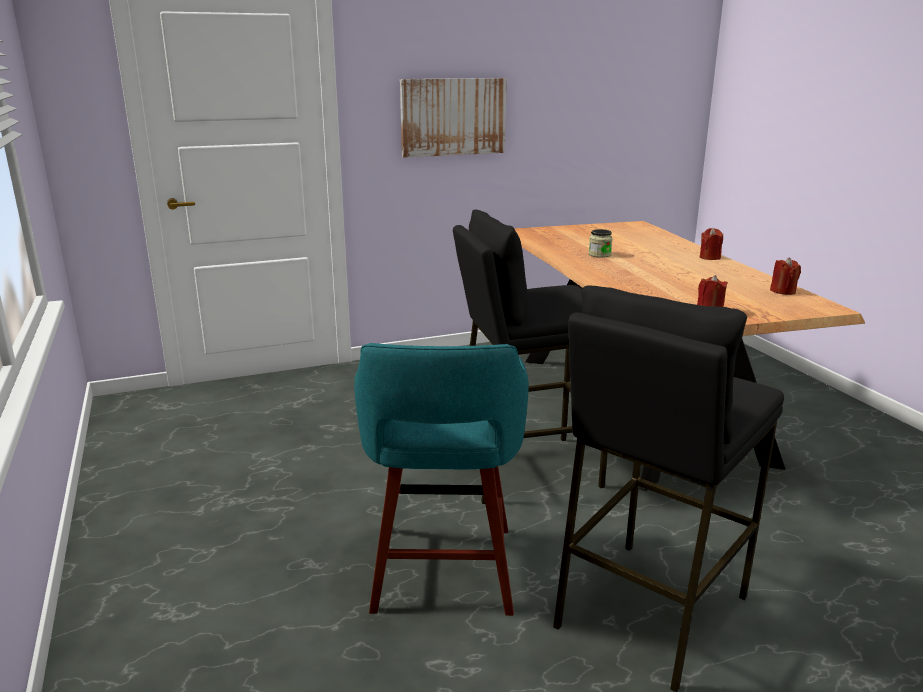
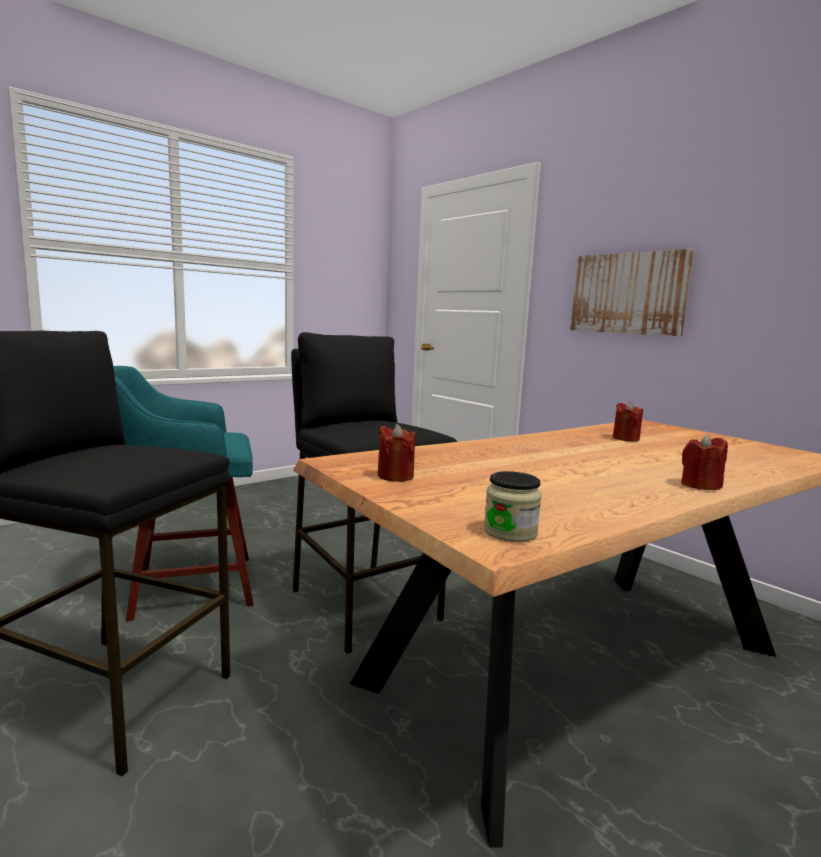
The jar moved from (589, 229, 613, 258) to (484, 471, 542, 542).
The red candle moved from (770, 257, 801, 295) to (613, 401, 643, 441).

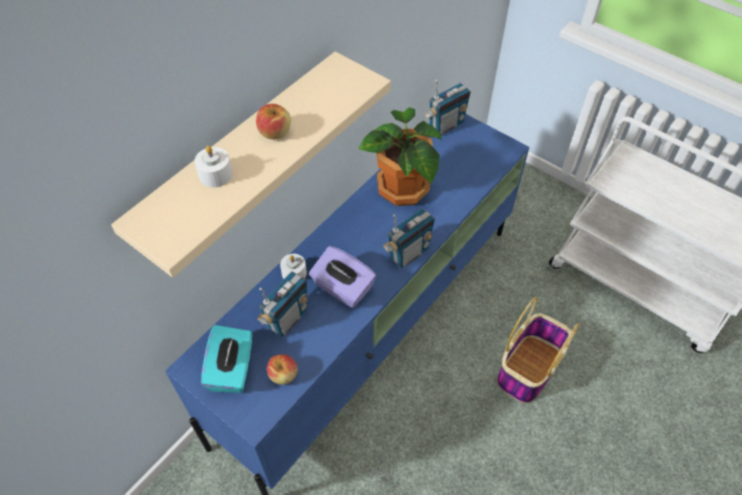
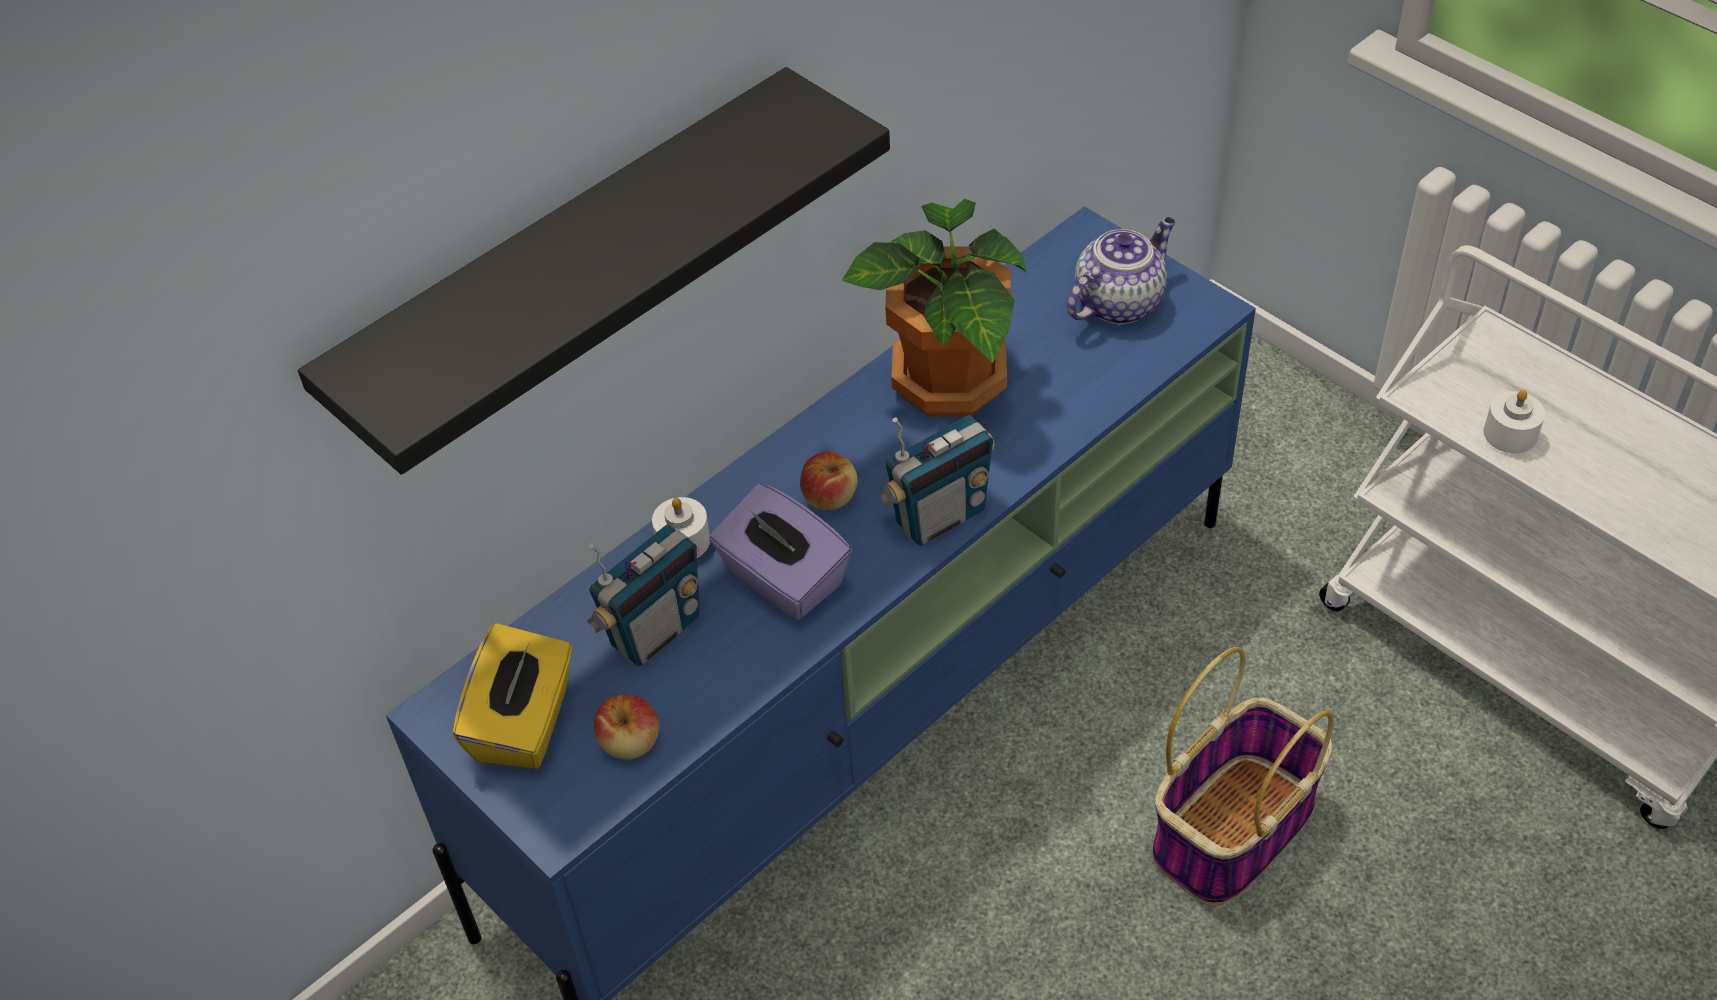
The radio at (424, 80, 471, 135) disappeared.
The teapot at (1067, 217, 1176, 324) appeared.
The white candle moved from (194, 146, 233, 188) to (1484, 389, 1545, 454).
The apple moved from (256, 104, 291, 139) to (800, 452, 858, 510).
The beige shelf at (111, 52, 391, 278) became the black shelf at (298, 67, 890, 475).
The turquoise tissue box at (201, 325, 252, 393) became the yellow tissue box at (453, 623, 573, 769).

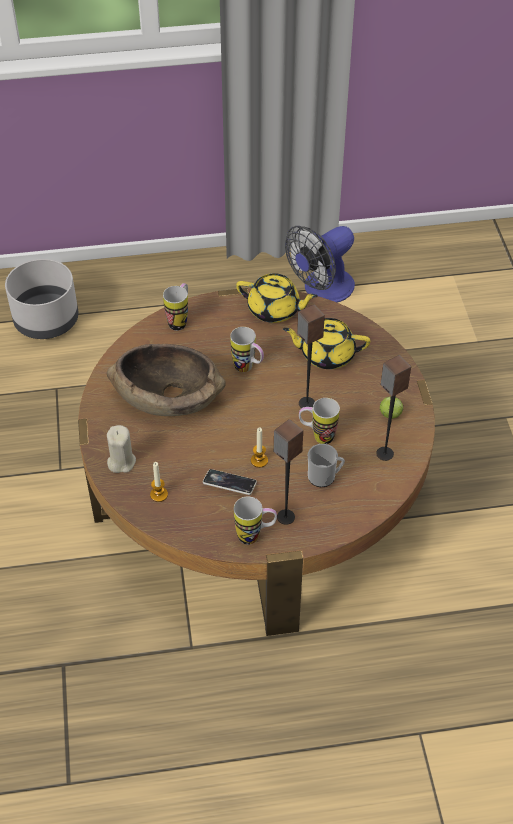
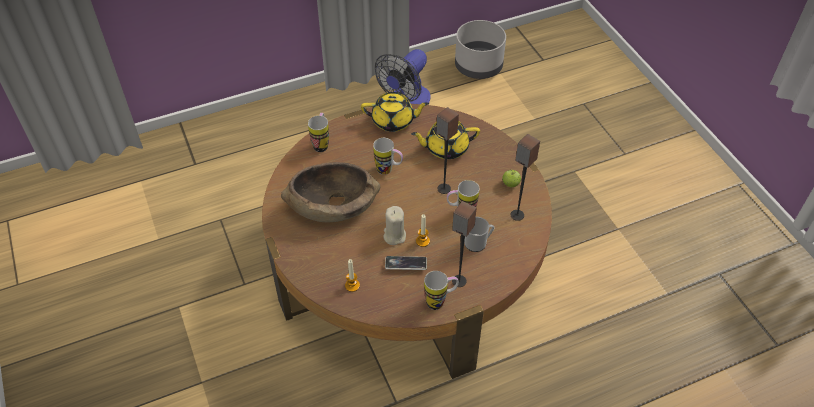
The grey planter moved from (5, 259, 78, 339) to (455, 20, 506, 79).
The beige candle moved from (107, 425, 136, 473) to (383, 206, 406, 245).

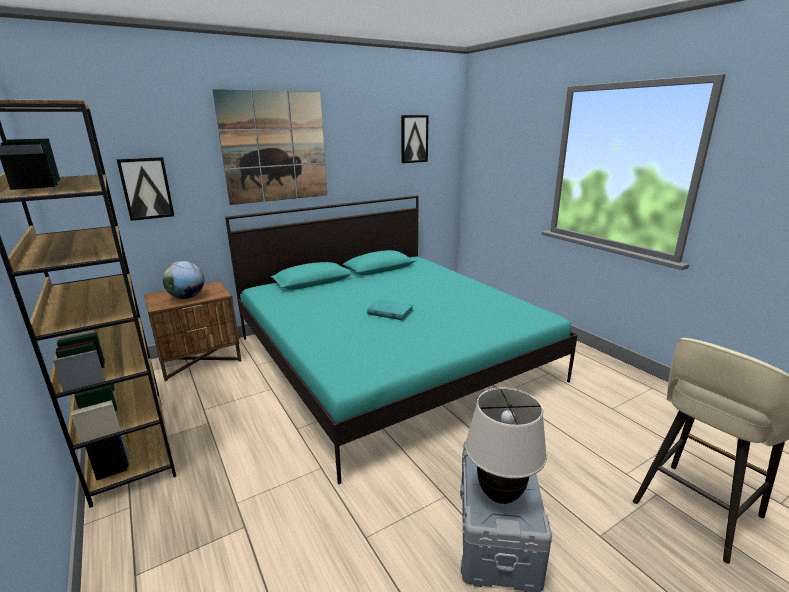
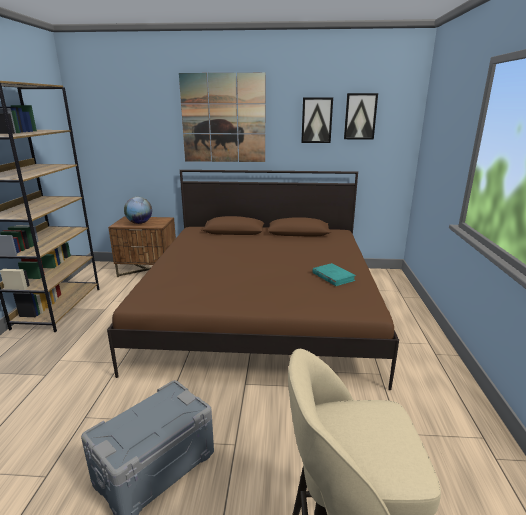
The beige table lamp at (465, 387, 547, 504) disappeared.
The picture moved from (116, 157, 174, 221) to (301, 97, 333, 143).
The turquoise book moved from (367, 299, 414, 321) to (312, 263, 356, 286).
The turquoise bed at (225, 195, 578, 484) became the brown bed at (107, 170, 399, 390).

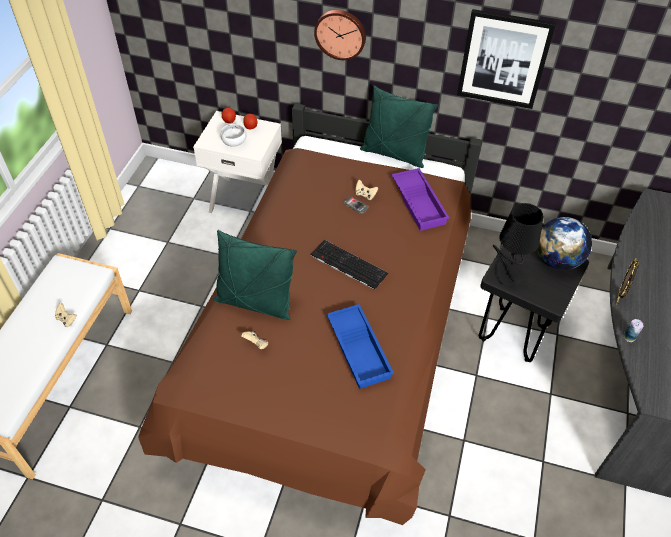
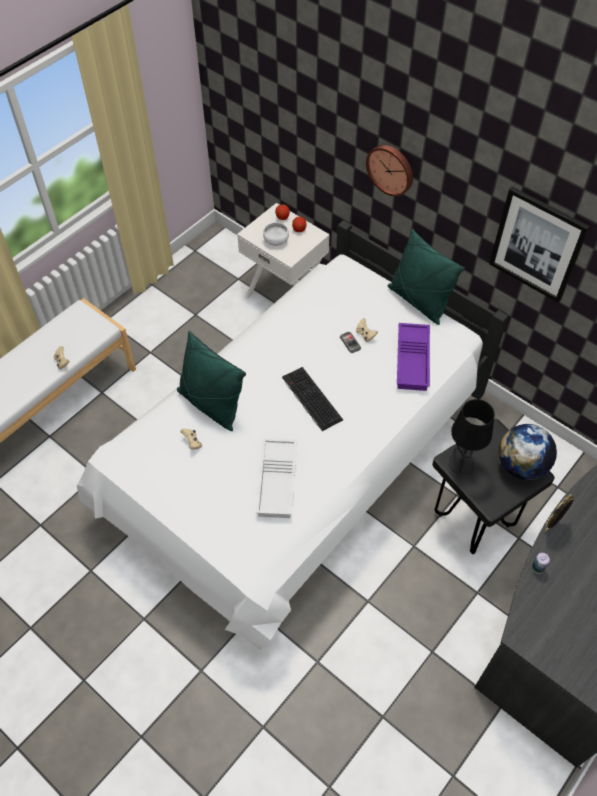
The brown bed at (138, 103, 482, 525) became the white bed at (77, 220, 509, 650).
The blue tray at (327, 304, 394, 389) became the white tray at (256, 438, 297, 518).

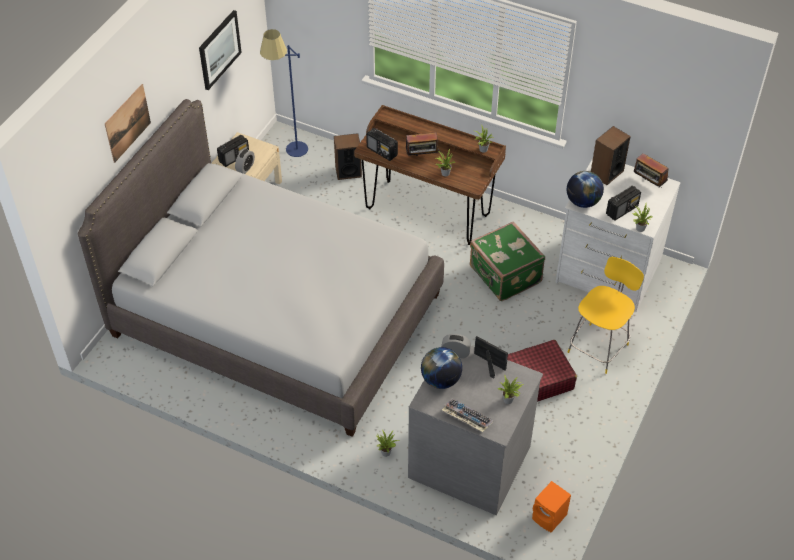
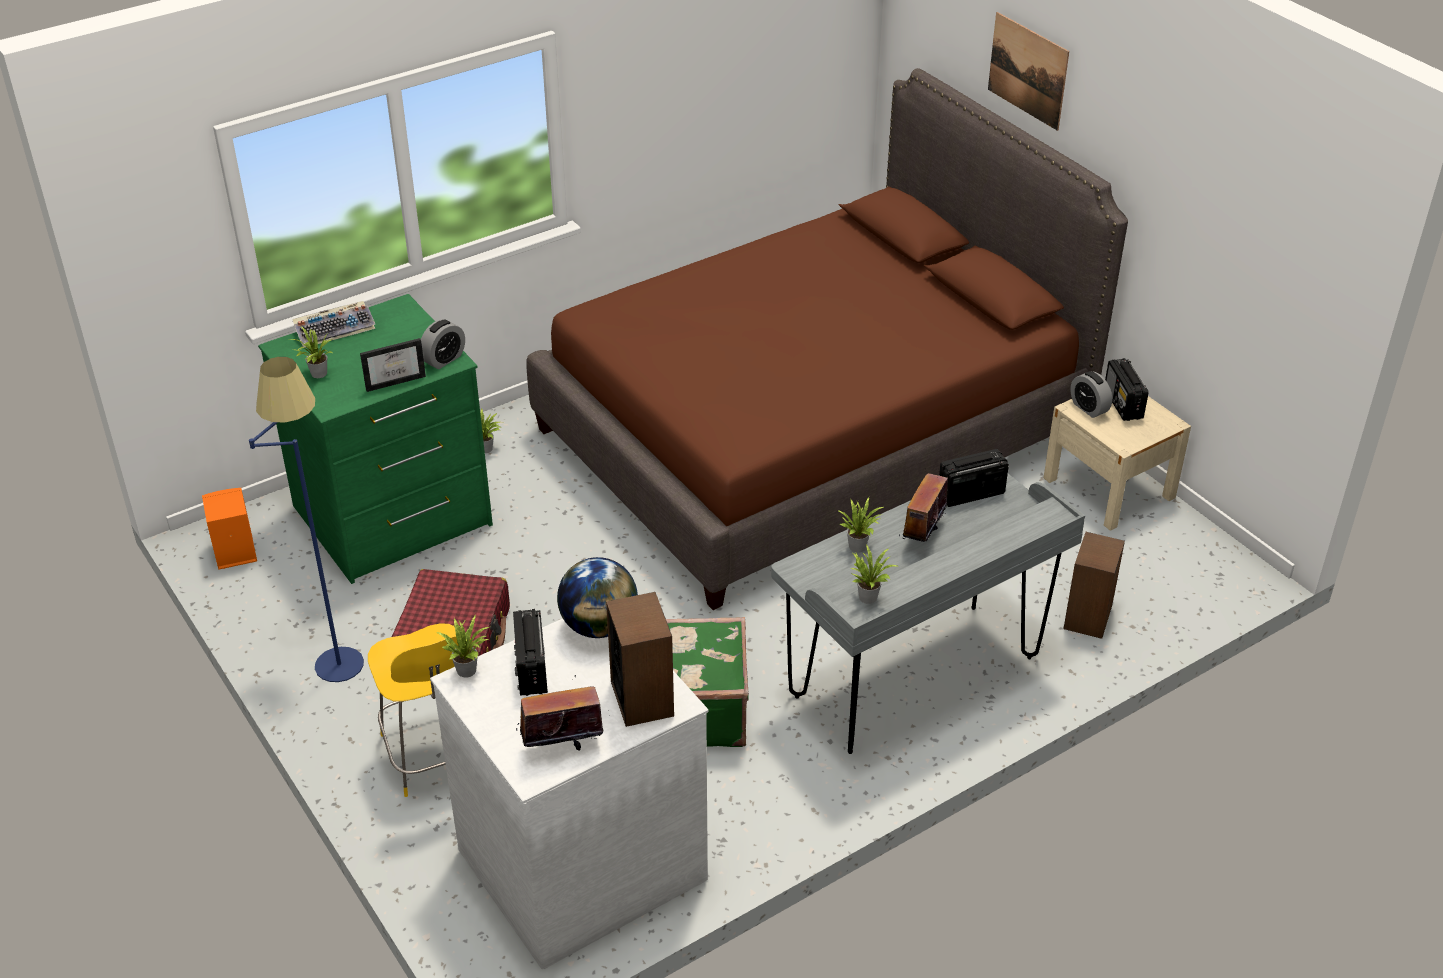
The picture at (199, 10, 242, 90) disappeared.
The globe at (421, 347, 462, 389) disappeared.
The blue floor lamp moved from (260, 29, 308, 157) to (249, 357, 364, 682).
The grey bed at (78, 99, 444, 437) became the brown bed at (526, 68, 1128, 610).
The brown desk at (354, 105, 506, 245) became the grey desk at (771, 474, 1085, 754).
The grey dresser at (408, 346, 543, 515) became the green dresser at (258, 294, 493, 584).

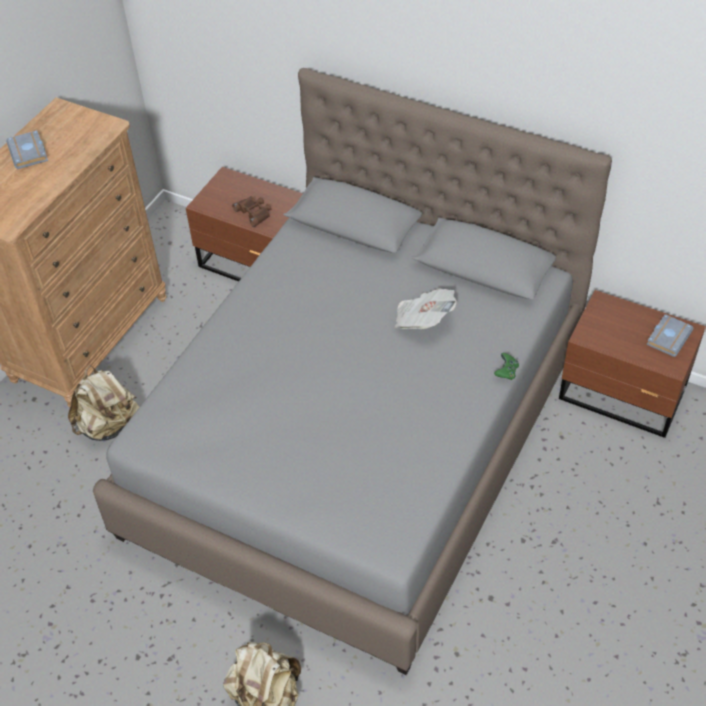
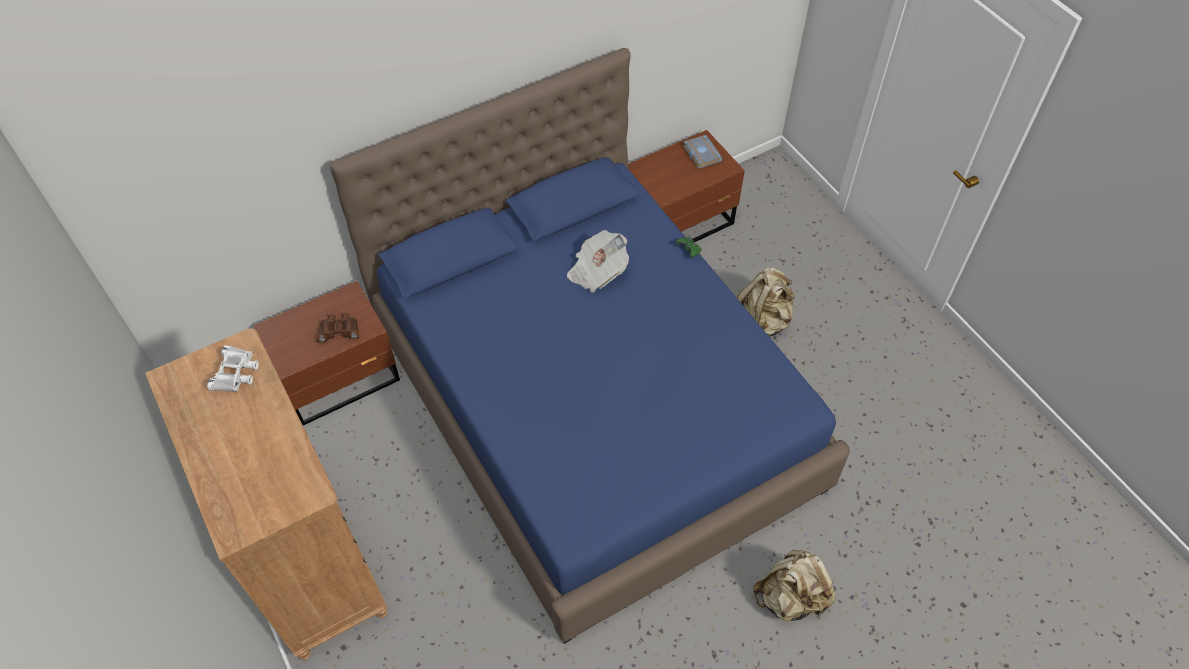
The grey book at (6, 130, 48, 169) disappeared.
The white binoculars at (207, 345, 259, 392) appeared.
The beige backpack moved from (68, 366, 139, 441) to (736, 268, 794, 338).
The grey bed at (93, 68, 612, 675) became the blue bed at (330, 48, 850, 644).

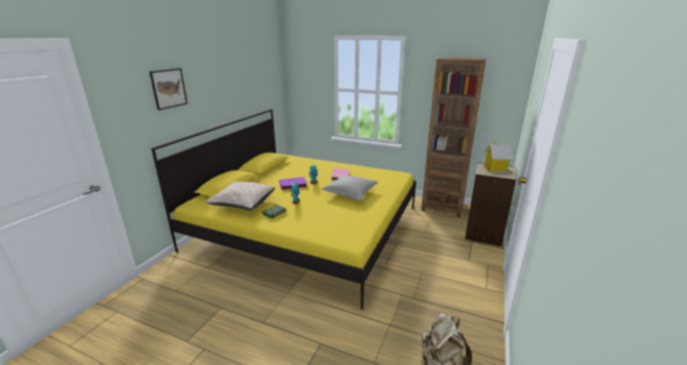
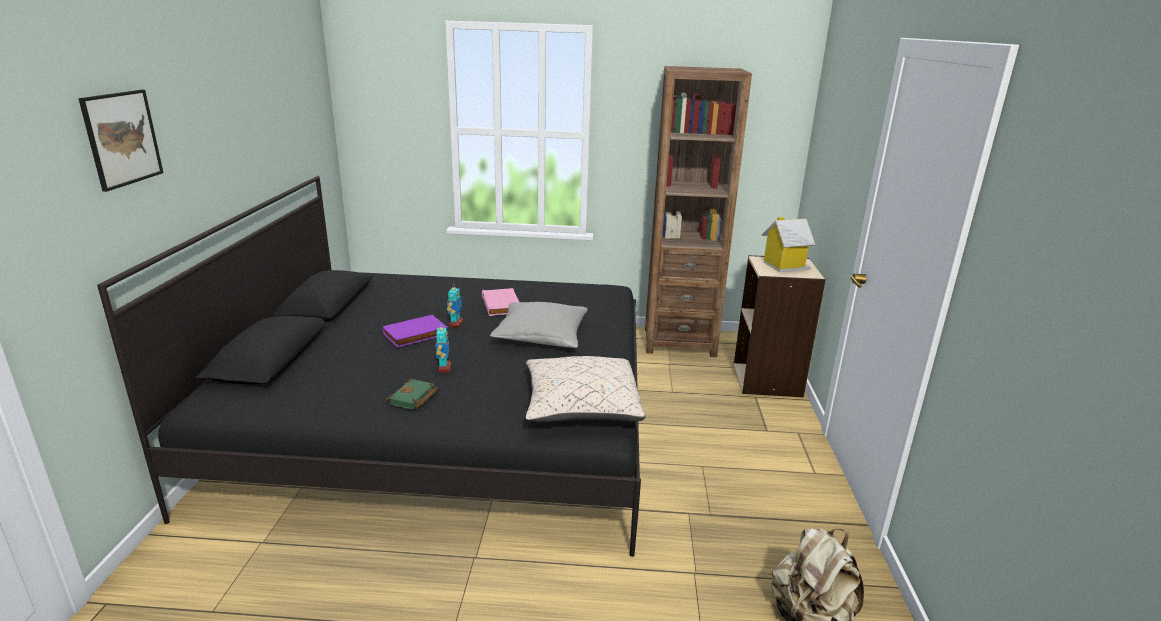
The beige pillow moved from (206, 182, 275, 210) to (526, 356, 646, 422).
The yellow bed at (151, 109, 416, 309) became the black bed at (97, 176, 641, 557).

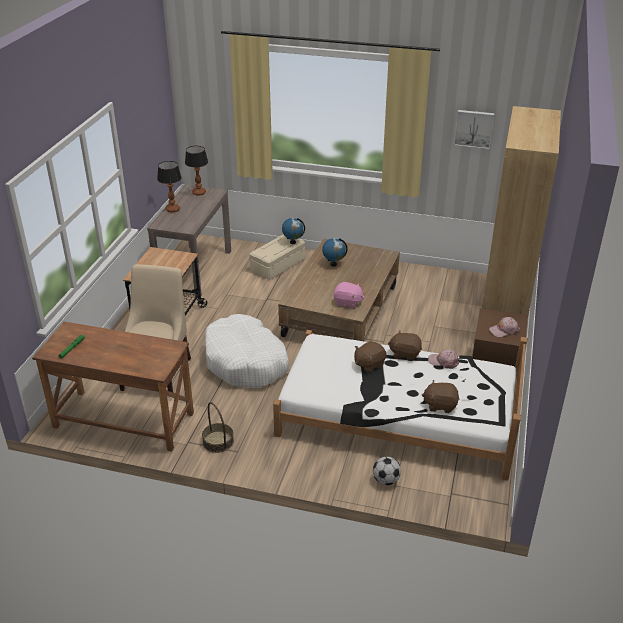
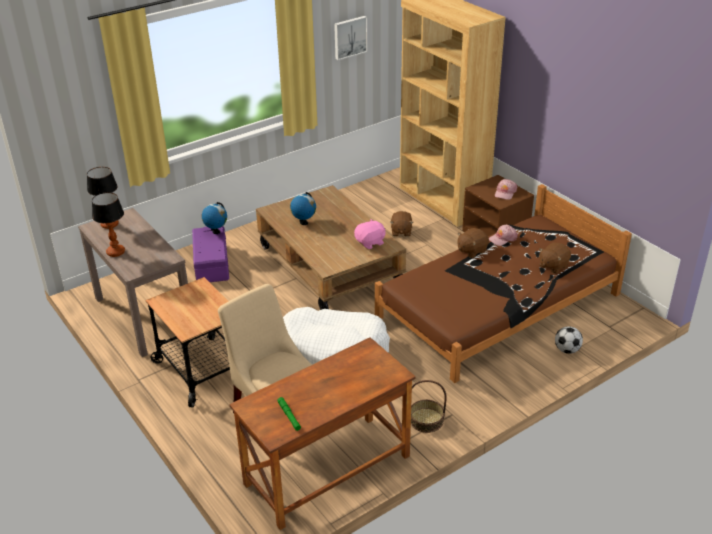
The brown plush toy moved from (354, 341, 387, 373) to (390, 211, 414, 237).
The beige storage box at (249, 234, 305, 280) became the purple storage box at (192, 226, 229, 282).
The white bed at (273, 330, 527, 480) became the brown bed at (375, 184, 632, 383).

